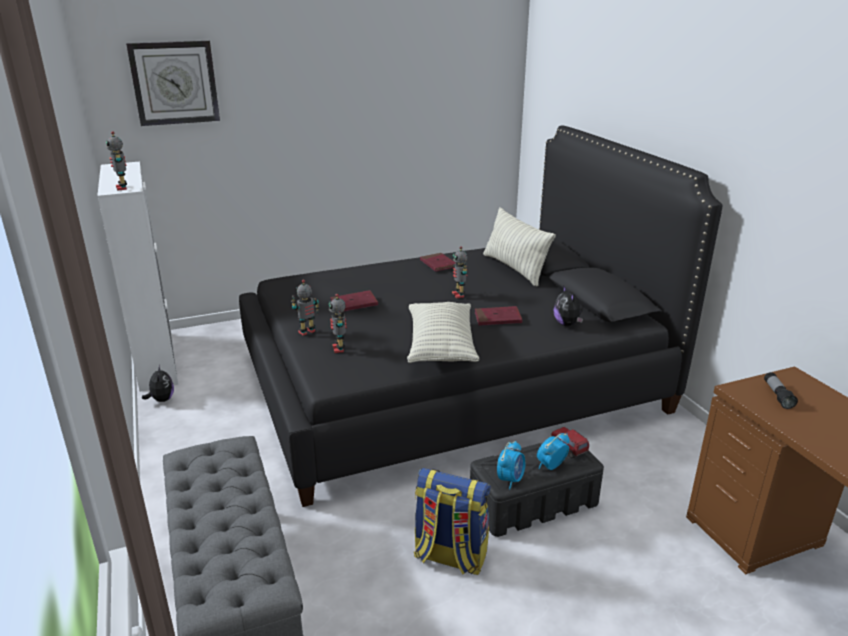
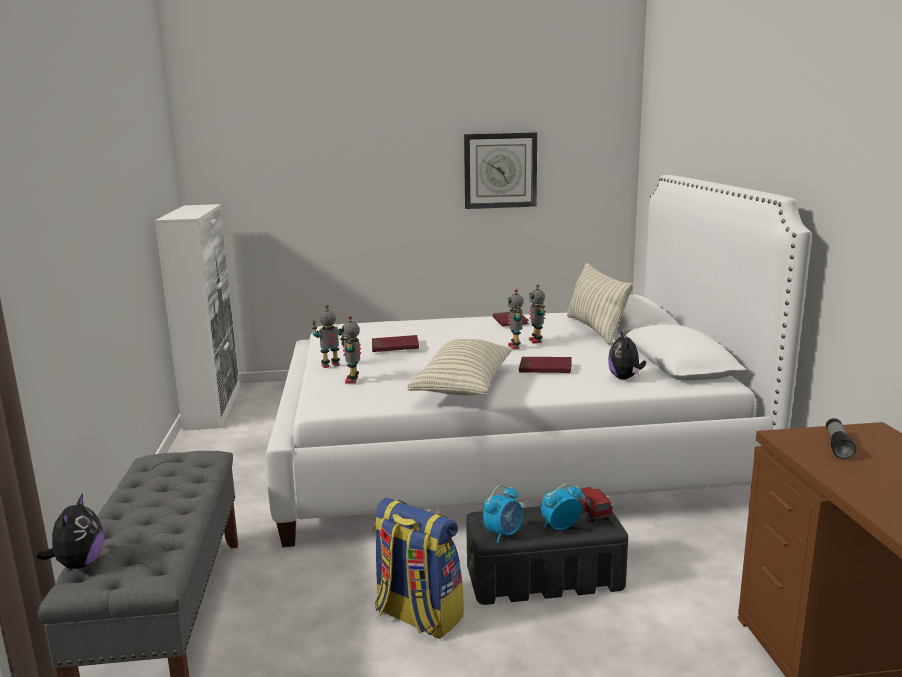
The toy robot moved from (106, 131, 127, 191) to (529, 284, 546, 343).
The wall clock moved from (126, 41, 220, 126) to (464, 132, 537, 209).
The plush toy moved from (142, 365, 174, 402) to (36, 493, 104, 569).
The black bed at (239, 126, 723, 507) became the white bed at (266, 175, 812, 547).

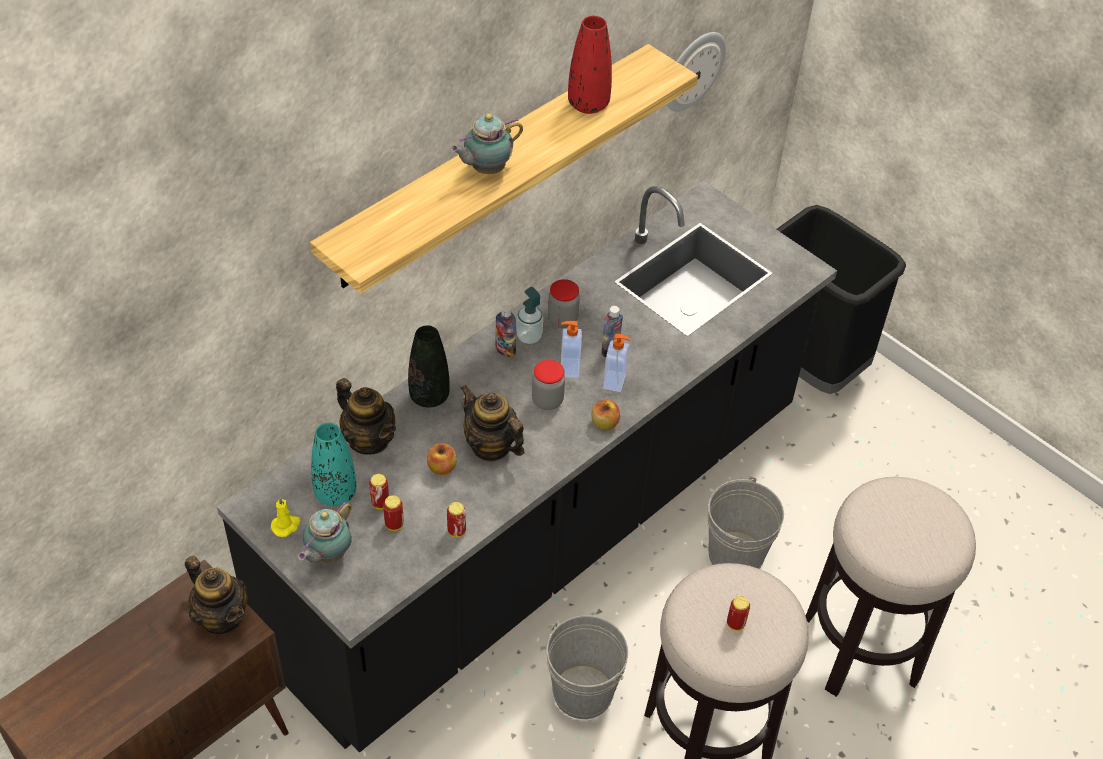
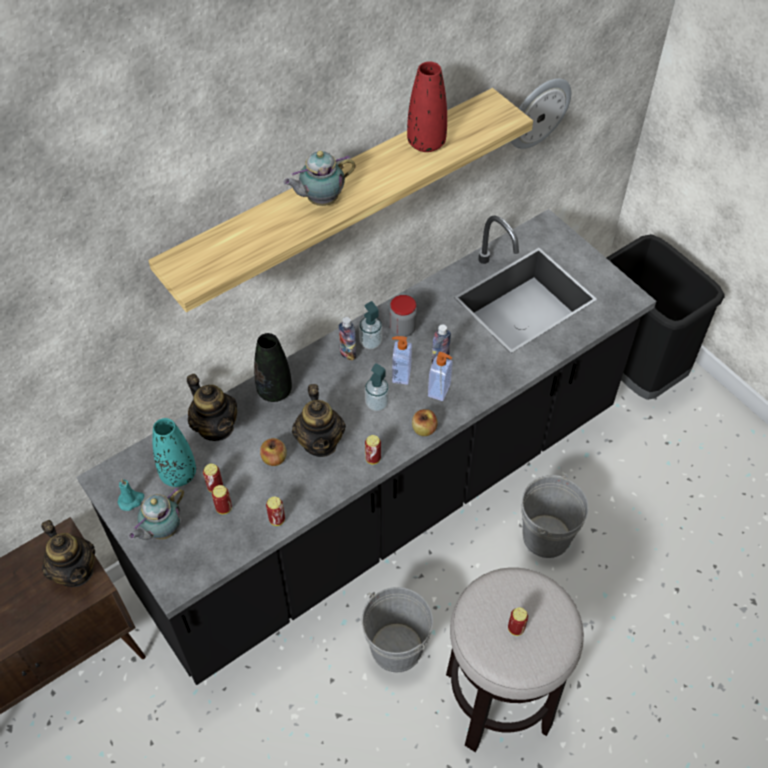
The stool at (806, 477, 976, 697) disappeared.
The can at (365, 435, 381, 464) appeared.
The jar at (532, 360, 565, 410) was replaced by the soap dispenser at (365, 363, 389, 412).
The yellow candle at (271, 497, 301, 537) became the turquoise candle at (118, 479, 144, 511).
The teapot at (461, 385, 524, 462) turned 150 degrees counterclockwise.

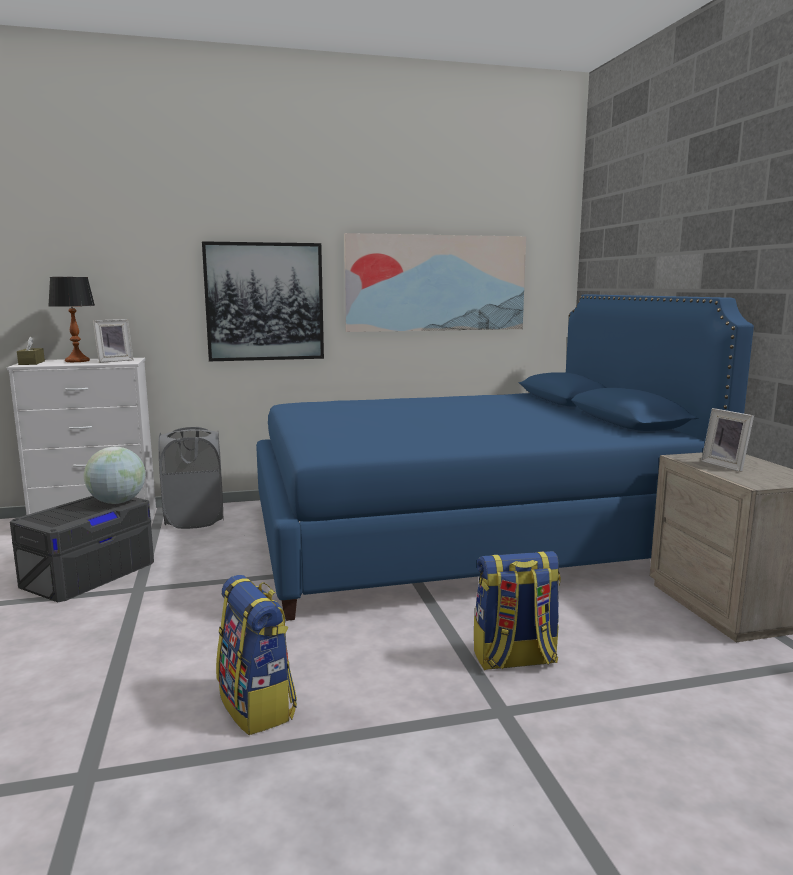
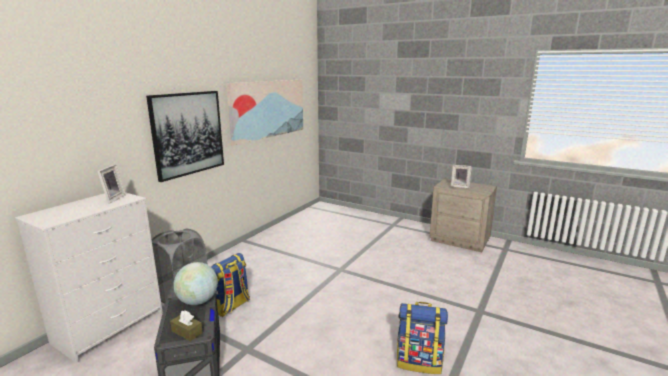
The table lamp at (49, 277, 95, 362) disappeared.
The blue bed at (256, 294, 754, 621) disappeared.
The brown tissue box moved from (17, 337, 45, 365) to (170, 311, 203, 341).
The backpack moved from (474, 551, 561, 670) to (211, 253, 250, 317).

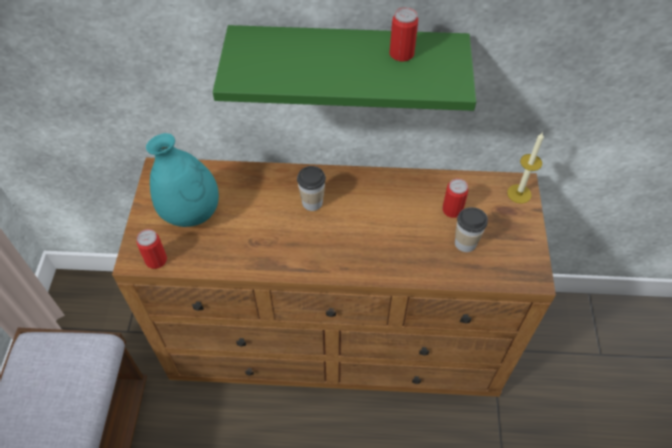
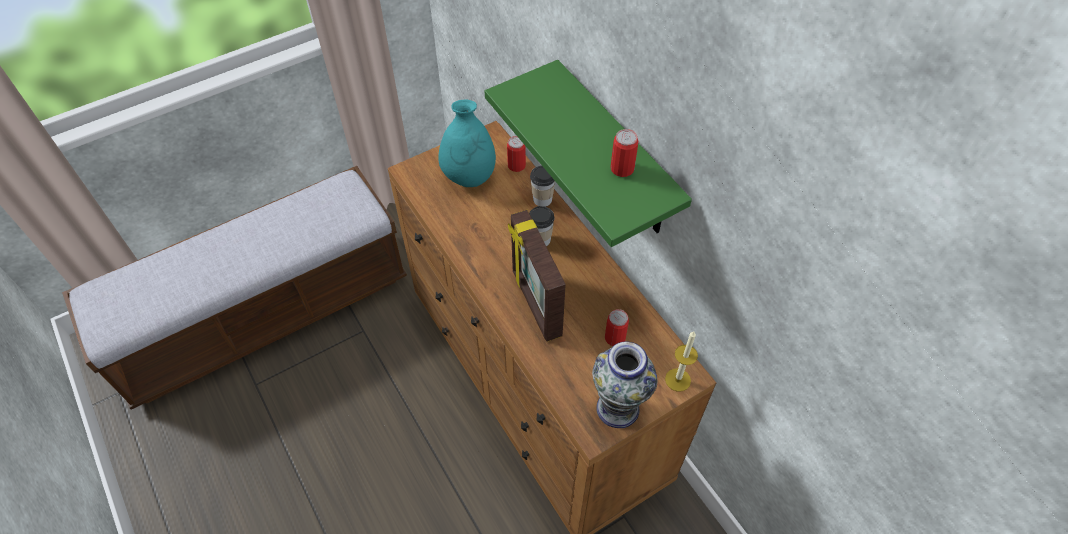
The picture frame at (508, 210, 566, 342) appeared.
The vase at (592, 341, 657, 428) appeared.
The can moved from (136, 229, 167, 269) to (507, 136, 526, 172).
The cup moved from (455, 207, 488, 252) to (530, 166, 555, 207).

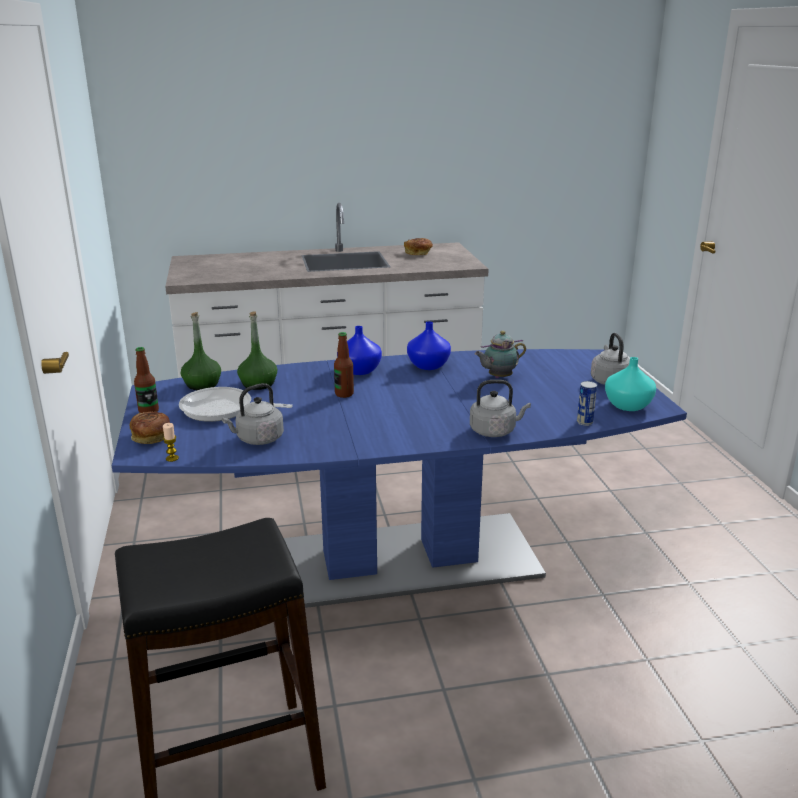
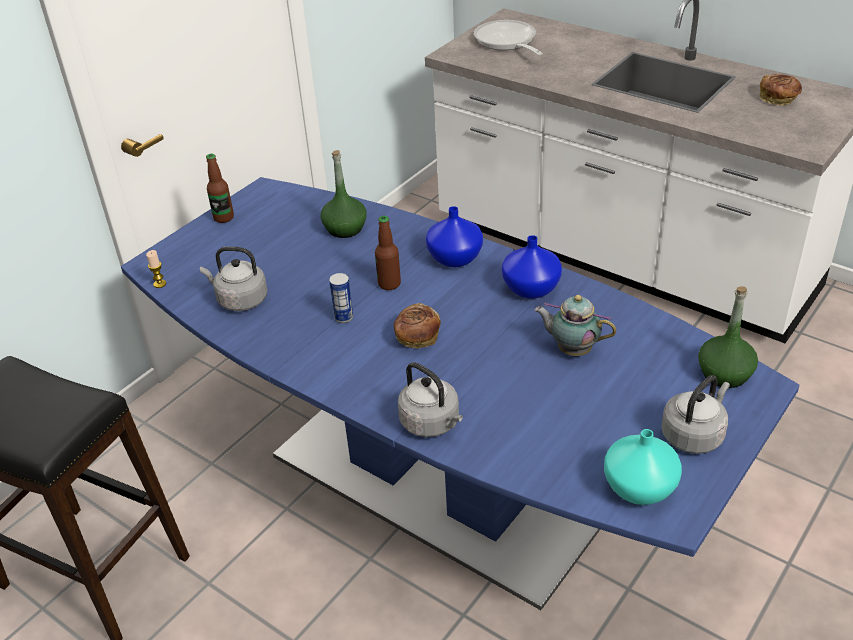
The bread moved from (129, 412, 170, 444) to (394, 303, 441, 349).
The frying pan moved from (179, 387, 293, 422) to (474, 20, 543, 55).
The green bottle moved from (181, 312, 221, 390) to (698, 286, 758, 388).
The can moved from (577, 381, 597, 426) to (329, 273, 353, 323).

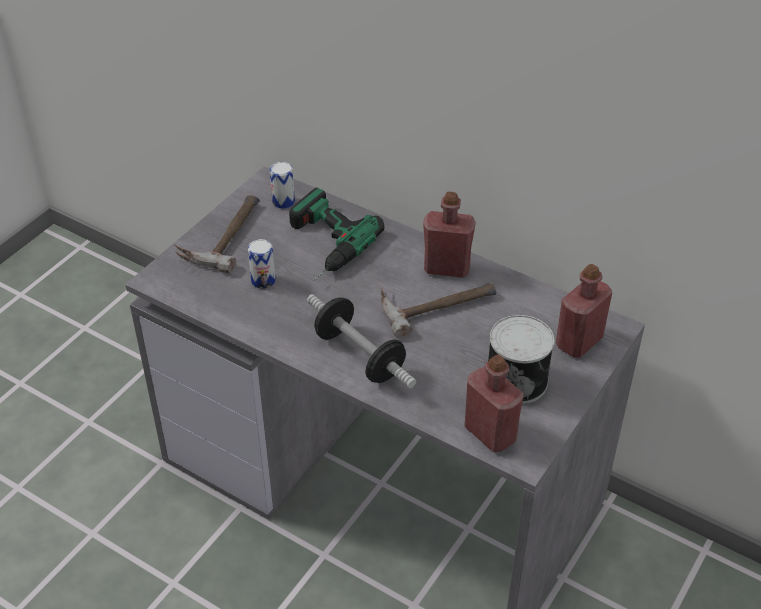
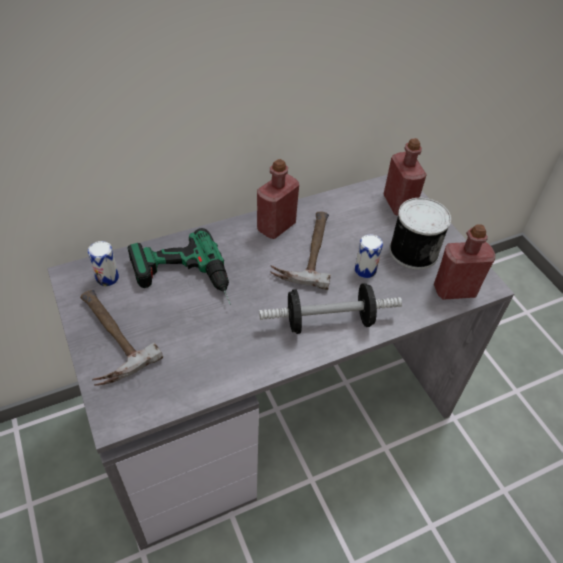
The can moved from (248, 239, 276, 289) to (355, 234, 383, 278).

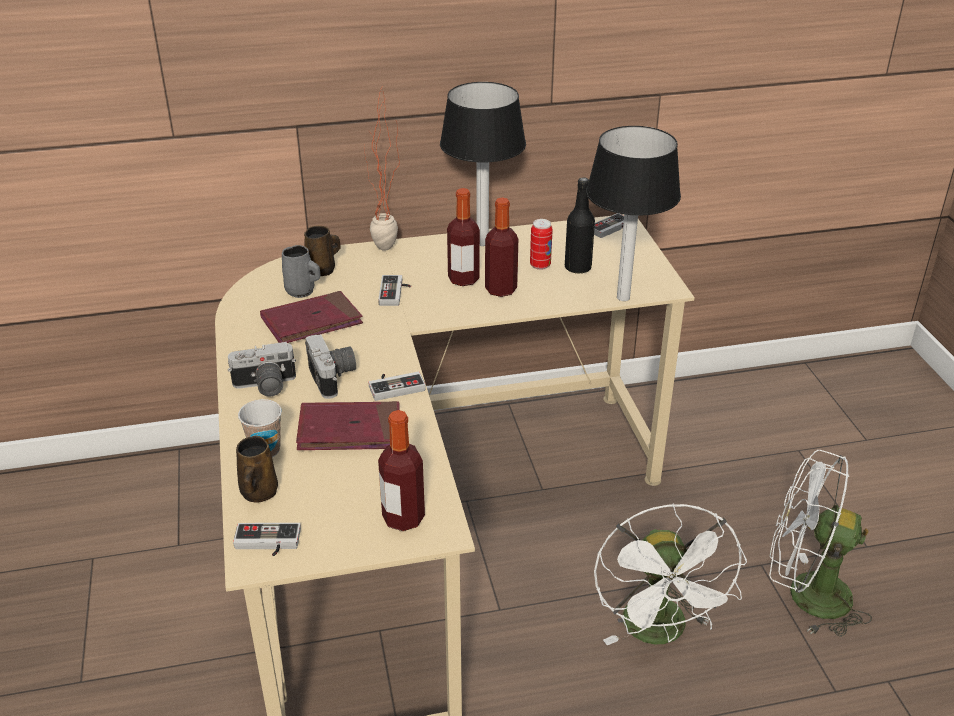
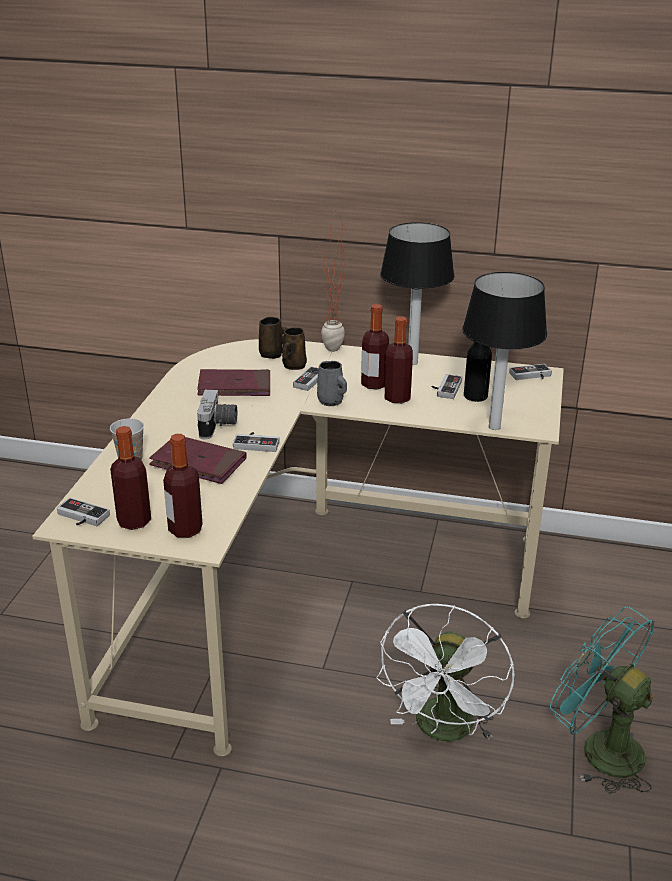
The photo camera at (228, 342, 296, 396) disappeared.
The bottle at (110, 426, 151, 530) appeared.
The brown mug moved from (236, 436, 278, 502) to (282, 327, 307, 370).
The grey mug moved from (282, 245, 321, 298) to (317, 361, 347, 406).
The can at (530, 219, 553, 270) was replaced by the game controller at (432, 374, 462, 399).
The white fan at (769, 450, 872, 637) became the turquoise fan at (550, 607, 655, 793).

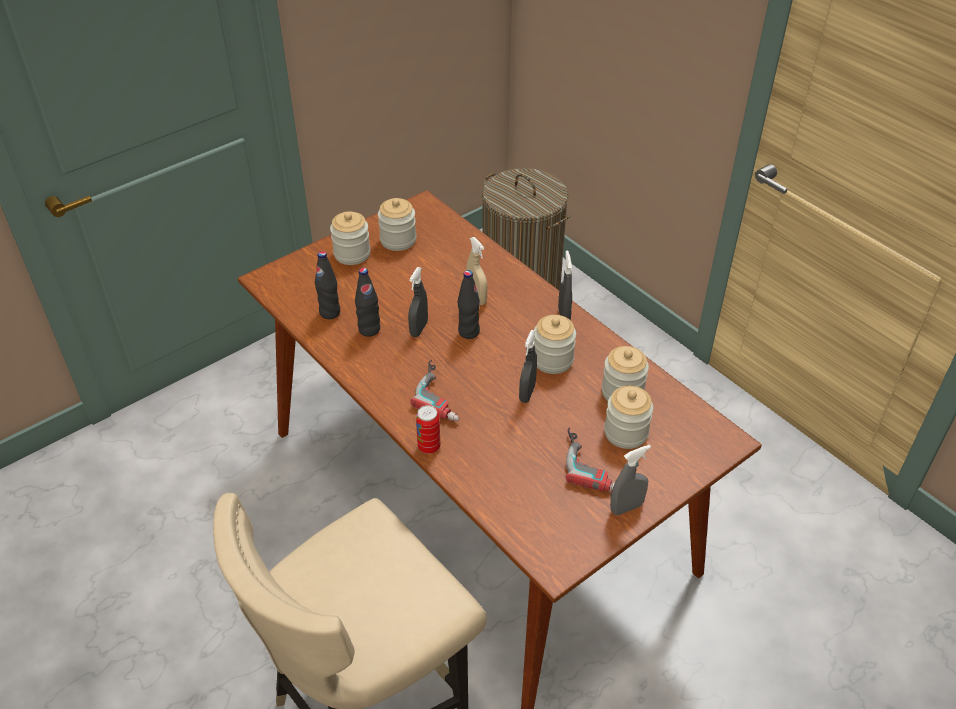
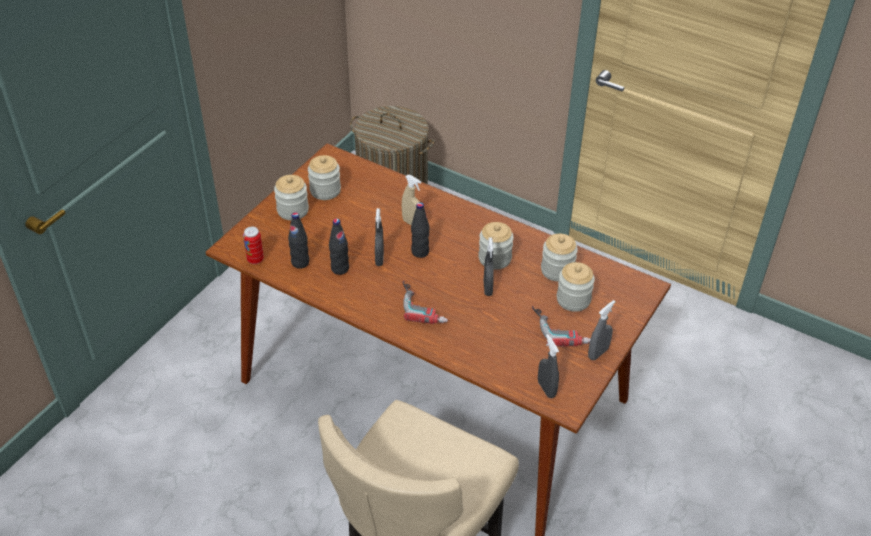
The can moved from (416, 405, 440, 454) to (243, 226, 264, 264).
The grey spray bottle moved from (558, 250, 572, 321) to (538, 334, 559, 398).

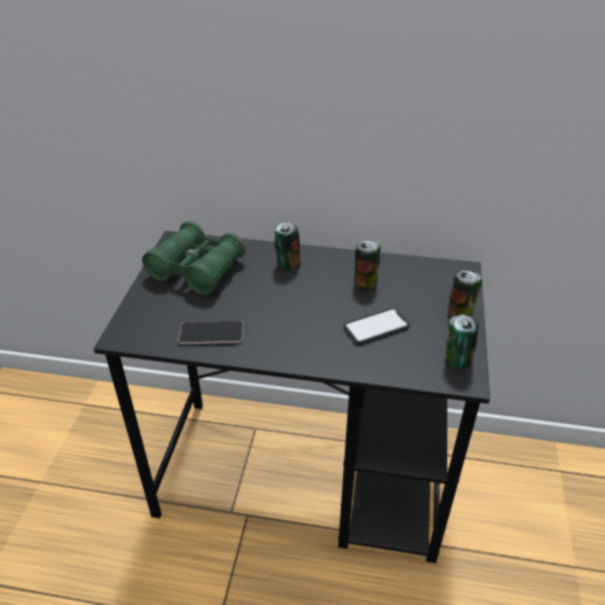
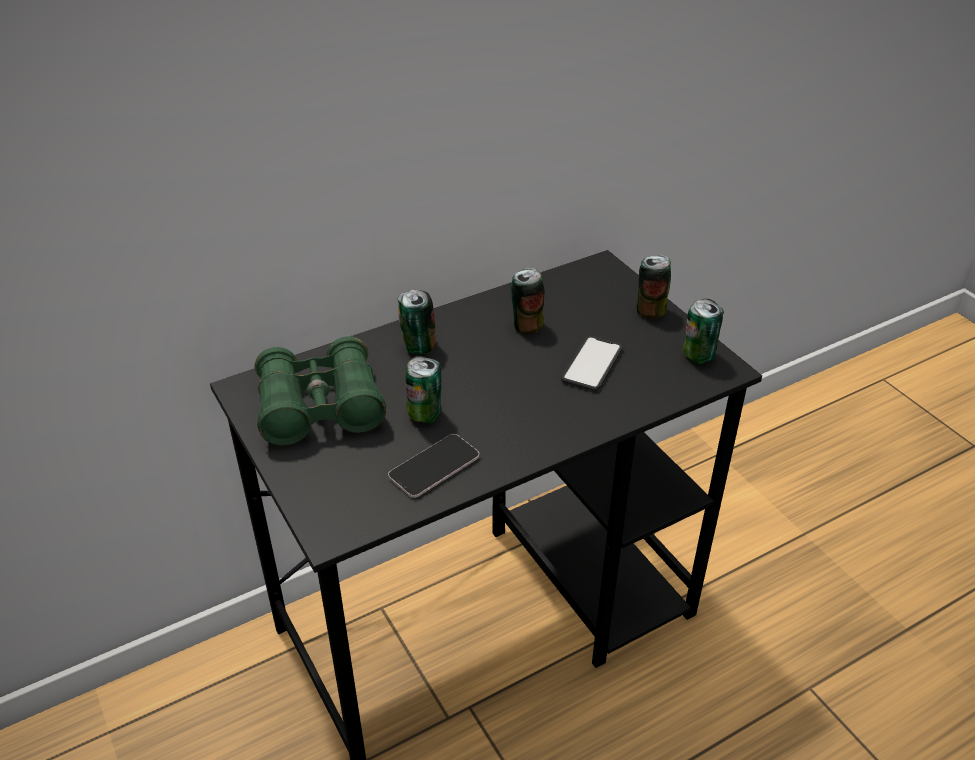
The can at (405, 356, 442, 424) appeared.

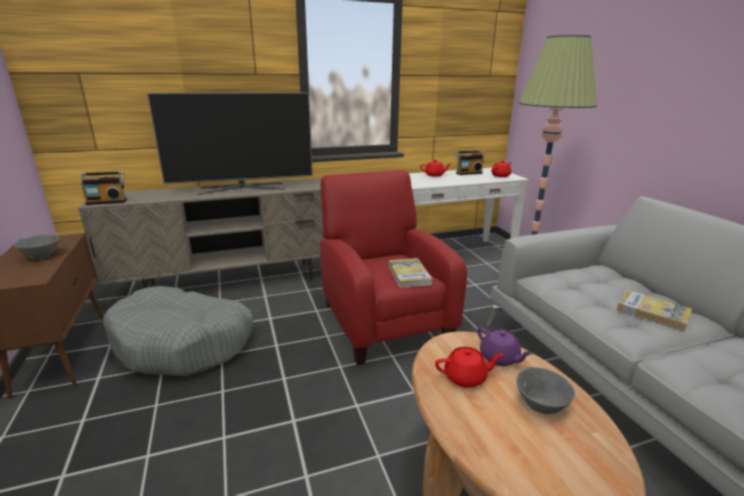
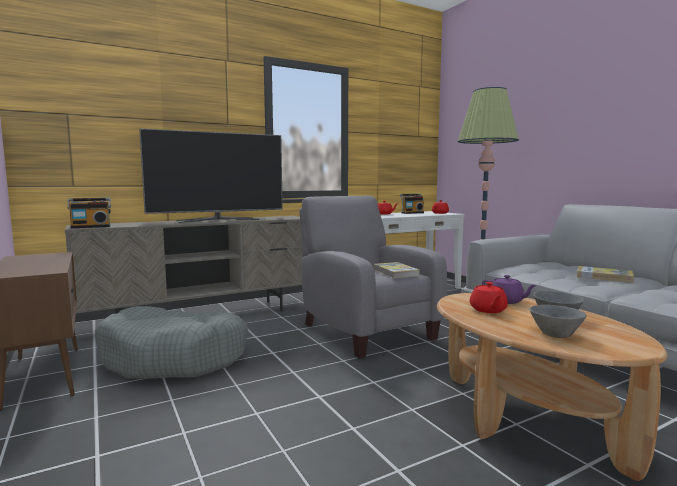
The grey bowl moved from (14, 235, 60, 260) to (530, 305, 586, 338).
The red armchair at (320, 170, 467, 365) became the grey armchair at (299, 196, 447, 358).
The red teapot at (435, 347, 504, 388) turned 105 degrees clockwise.

